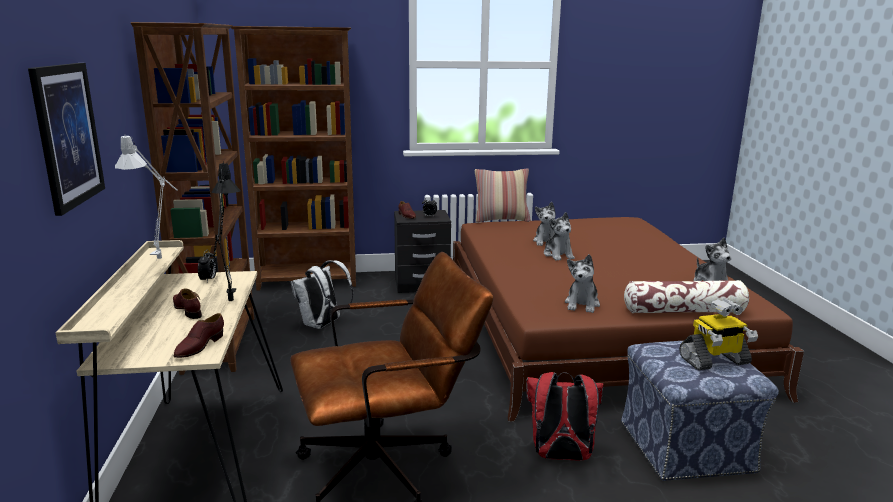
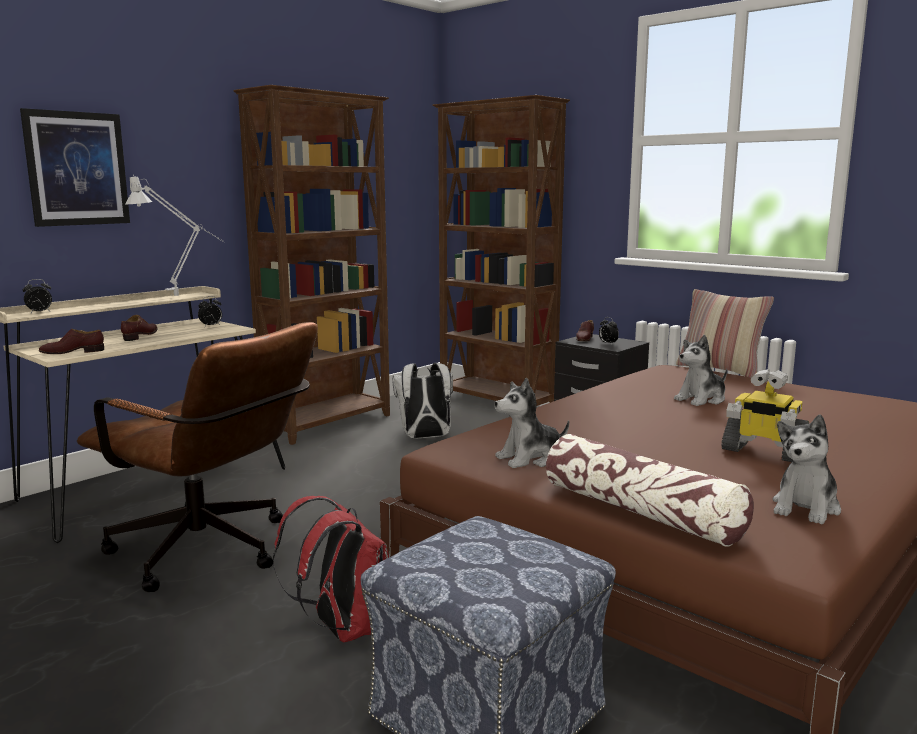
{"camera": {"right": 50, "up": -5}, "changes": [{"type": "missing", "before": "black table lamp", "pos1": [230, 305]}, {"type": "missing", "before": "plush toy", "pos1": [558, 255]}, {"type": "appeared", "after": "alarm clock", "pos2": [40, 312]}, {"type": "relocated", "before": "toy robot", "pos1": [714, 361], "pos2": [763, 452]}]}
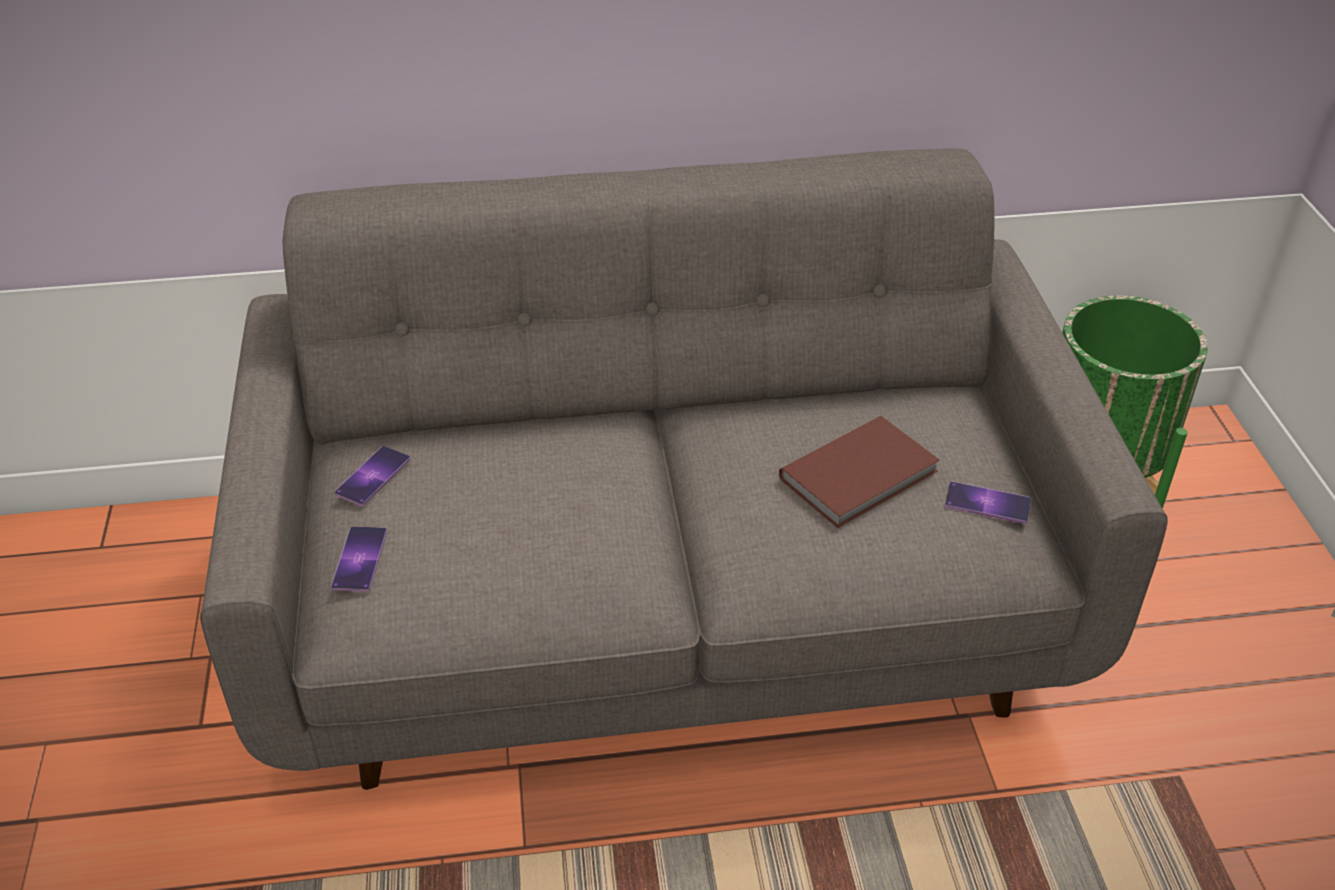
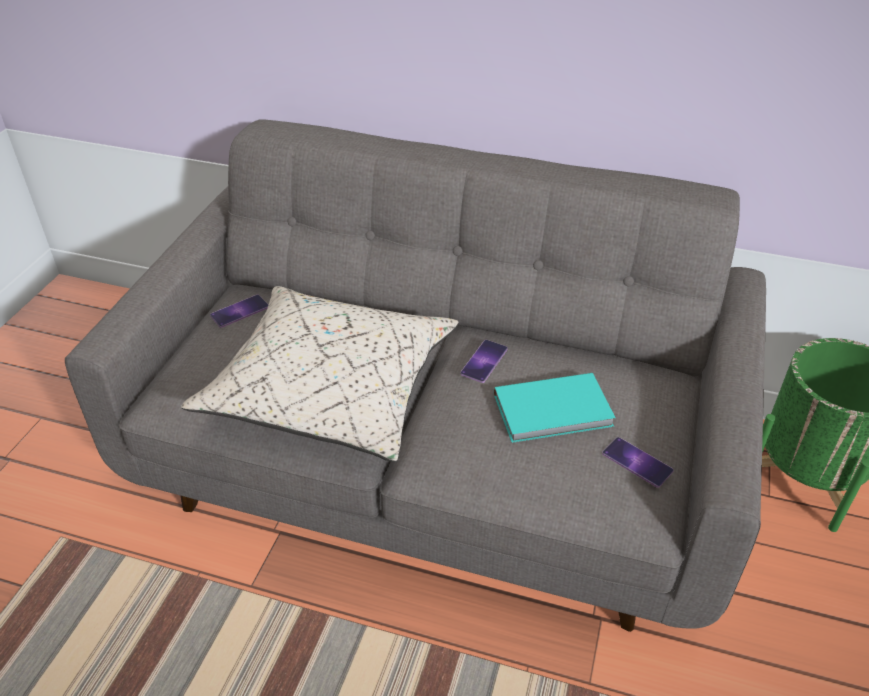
{"camera": {"right": 25, "up": 0}, "changes": [{"type": "appeared", "after": "beige pillow", "pos2": [331, 389]}, {"type": "relocated", "before": "phone", "pos1": [360, 559], "pos2": [484, 361]}, {"type": "colour", "before": "brown book", "after": "turquoise book", "pos1": [862, 476], "pos2": [554, 411]}]}
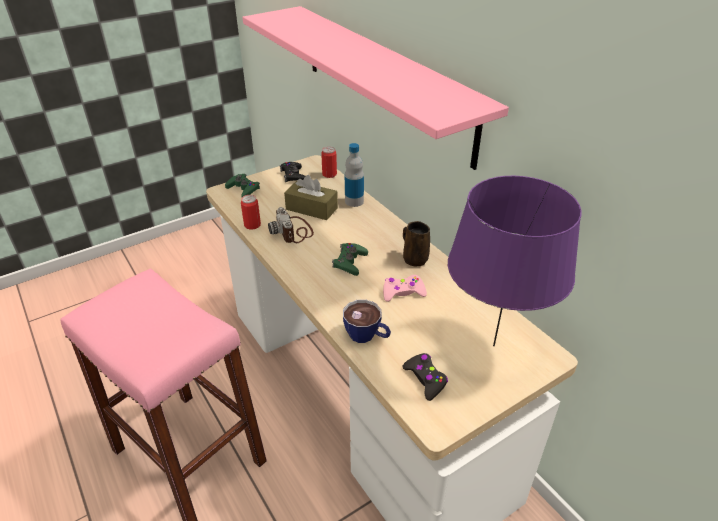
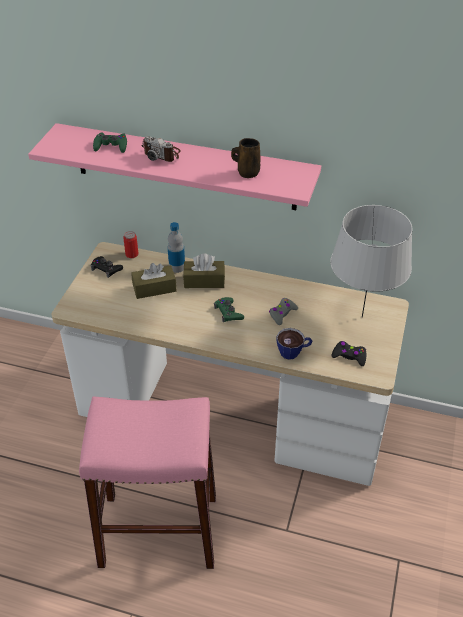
{"camera": {"right": -40, "up": 5}, "changes": [{"type": "missing", "before": "can", "pos1": [252, 225]}, {"type": "appeared", "after": "brown tissue box", "pos2": [204, 281]}, {"type": "relocated", "before": "green game controller", "pos1": [243, 189], "pos2": [111, 146]}, {"type": "relocated", "before": "photo camera", "pos1": [293, 231], "pos2": [162, 154]}, {"type": "relocated", "before": "brown mug", "pos1": [414, 258], "pos2": [247, 172]}, {"type": "colour", "before": "pink game controller", "after": "grey game controller", "pos1": [403, 292], "pos2": [282, 314]}, {"type": "colour", "before": "purple table lamp", "after": "grey table lamp", "pos1": [493, 345], "pos2": [362, 316]}]}
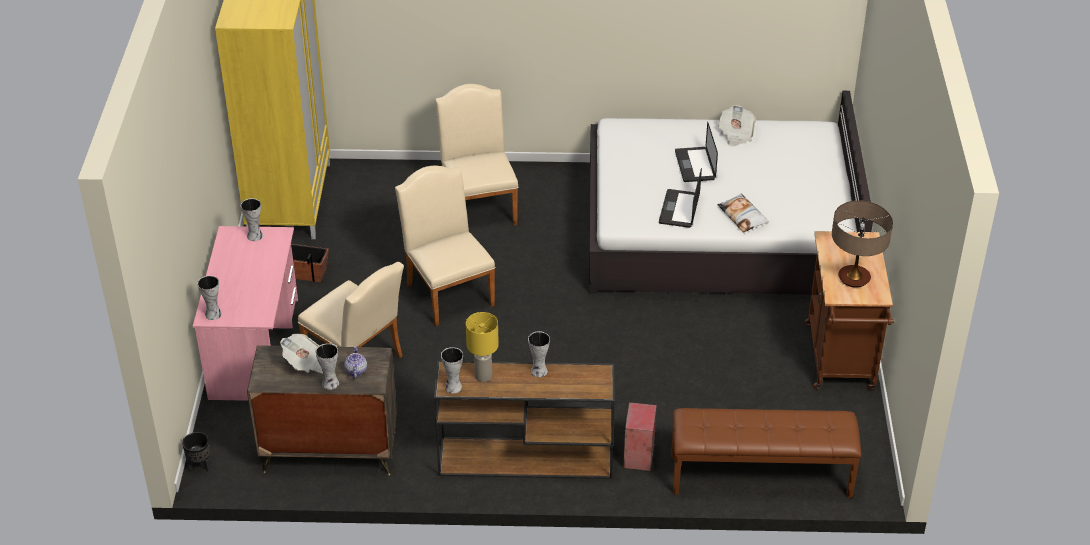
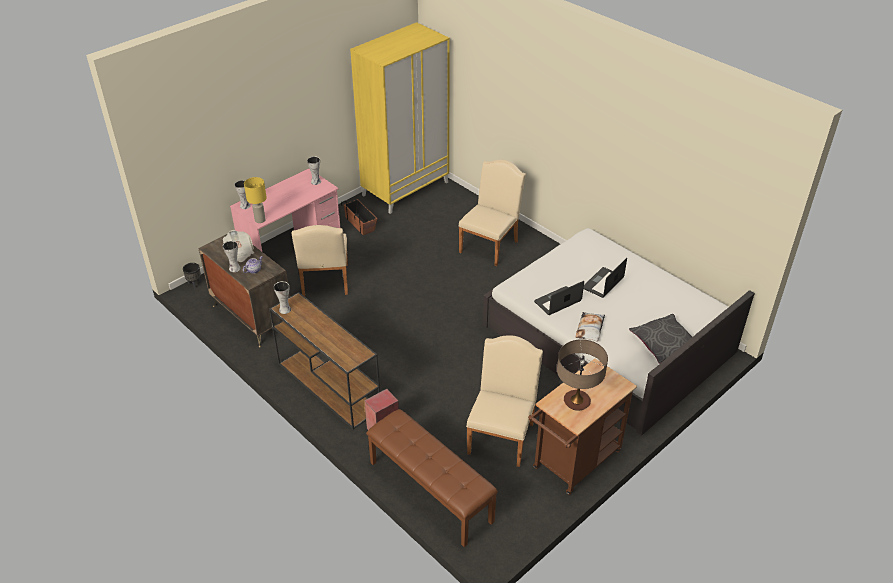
{"camera": {"right": 45, "up": 0}, "changes": [{"type": "missing", "before": "vase", "pos1": [538, 371]}, {"type": "missing", "before": "newspaper", "pos1": [736, 135]}, {"type": "appeared", "after": "grey pillow", "pos2": [664, 344]}, {"type": "relocated", "before": "beige chair", "pos1": [447, 291], "pos2": [502, 434]}, {"type": "relocated", "before": "yellow table lamp", "pos1": [483, 376], "pos2": [260, 220]}]}
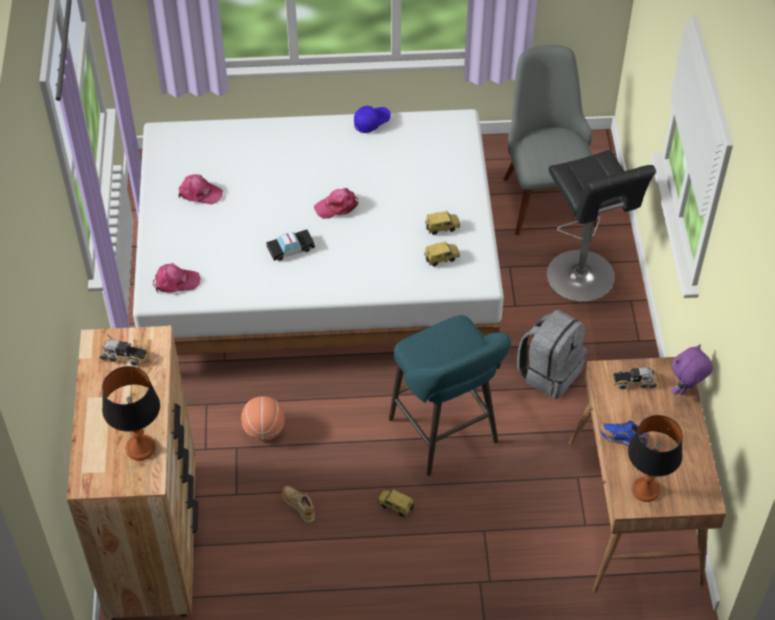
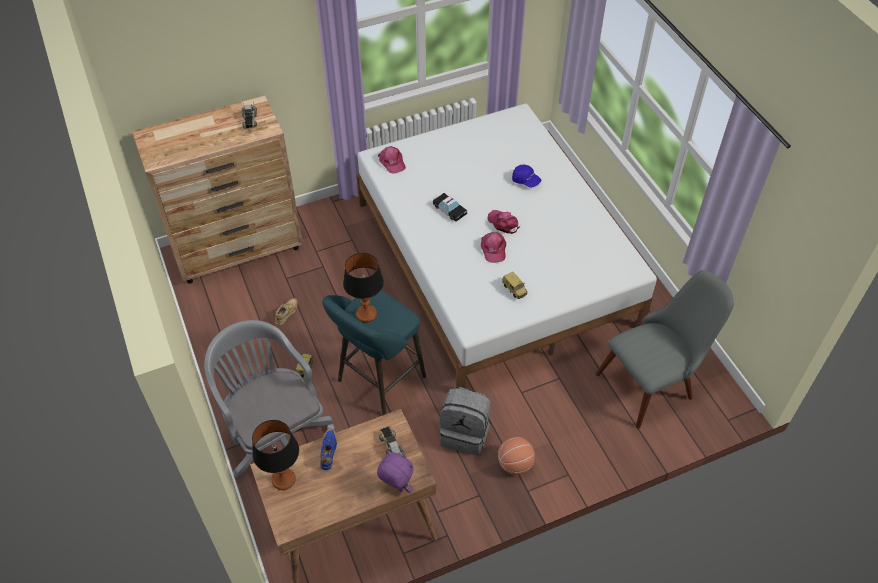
{"camera": {"right": 70, "up": 0}, "changes": [{"type": "missing", "before": "toy car", "pos1": [441, 258]}, {"type": "missing", "before": "black stool", "pos1": [583, 279]}, {"type": "appeared", "after": "grey office chair", "pos2": [275, 435]}, {"type": "relocated", "before": "table lamp", "pos1": [141, 448], "pos2": [366, 314]}, {"type": "relocated", "before": "pink cap", "pos1": [199, 193], "pos2": [493, 249]}, {"type": "relocated", "before": "basketball", "pos1": [264, 430], "pos2": [514, 464]}, {"type": "relocated", "before": "blue cap", "pos1": [371, 122], "pos2": [526, 180]}]}
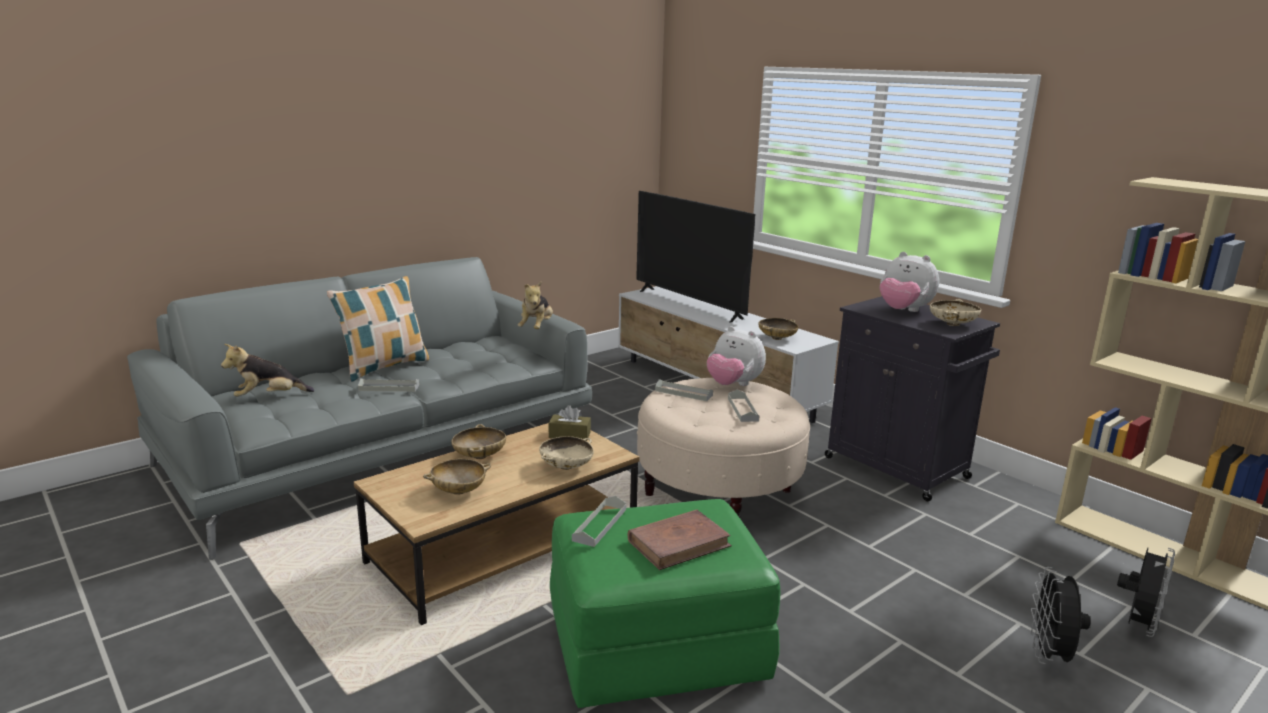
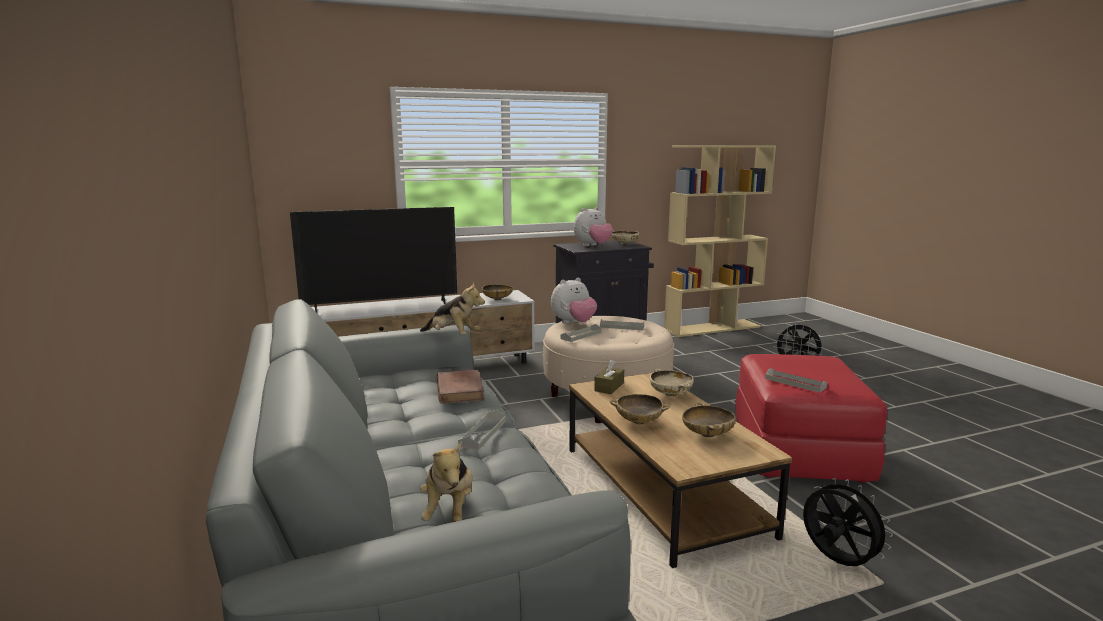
{"camera": {"right": -70, "up": -5}, "changes": [{"type": "missing", "before": "pillow", "pos1": [384, 367]}, {"type": "relocated", "before": "brown book", "pos1": [679, 543], "pos2": [460, 390]}, {"type": "relocated", "before": "black fan", "pos1": [1137, 625], "pos2": [837, 562]}, {"type": "colour", "before": "green ottoman", "after": "red ottoman", "pos1": [657, 645], "pos2": [798, 451]}]}
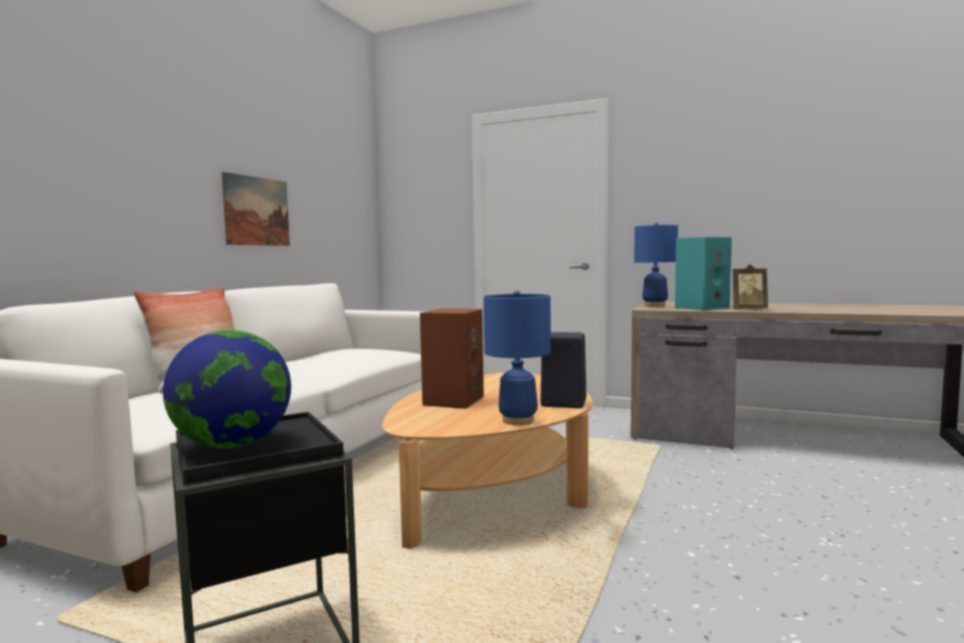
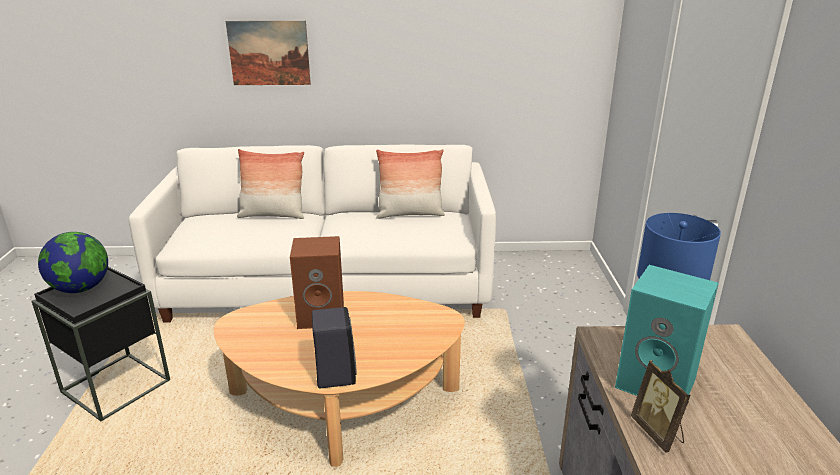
{"camera": {"right": 65, "up": 20}, "changes": [{"type": "missing", "before": "blue table lamp", "pos1": [518, 420]}, {"type": "appeared", "after": "pillow", "pos2": [410, 214]}, {"type": "relocated", "before": "picture", "pos1": [257, 211], "pos2": [269, 53]}]}
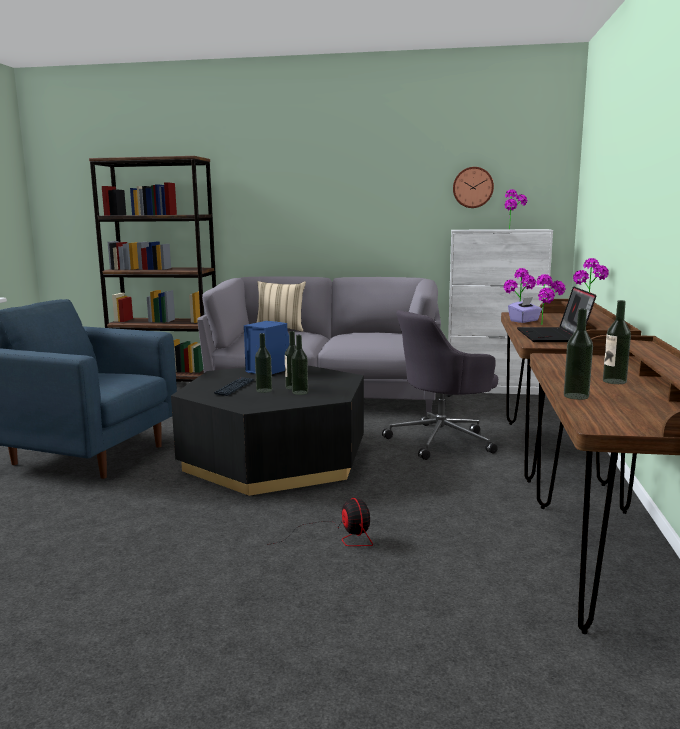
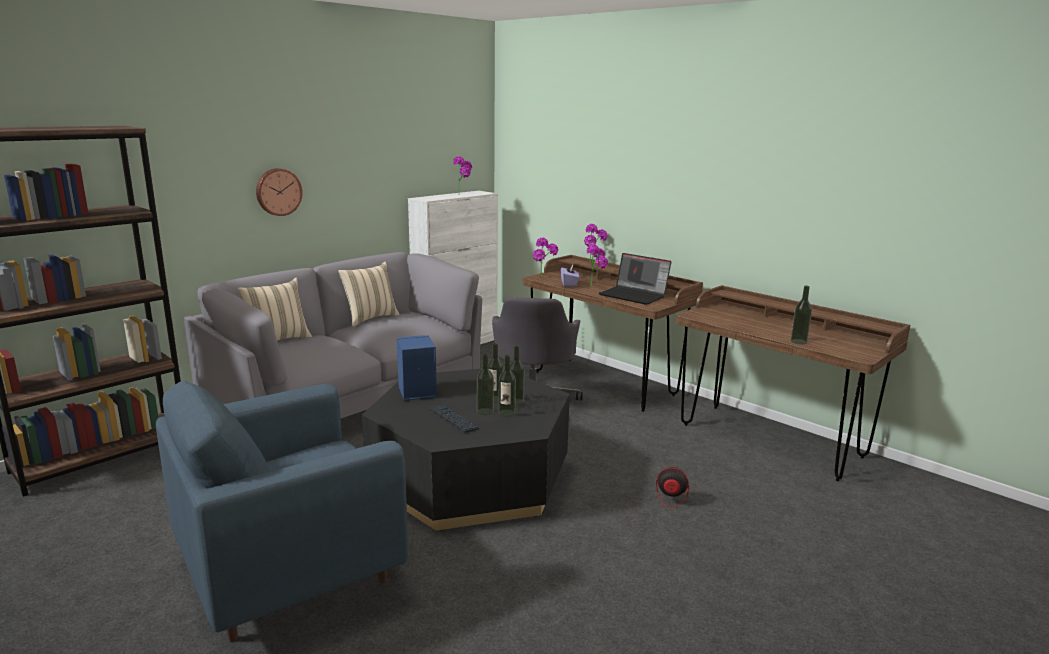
{"camera": {"right": -55, "up": 5}, "changes": [{"type": "appeared", "after": "beige pillow", "pos2": [370, 318]}, {"type": "relocated", "before": "wall clock", "pos1": [473, 187], "pos2": [278, 192]}, {"type": "relocated", "before": "bottle", "pos1": [614, 381], "pos2": [506, 413]}]}
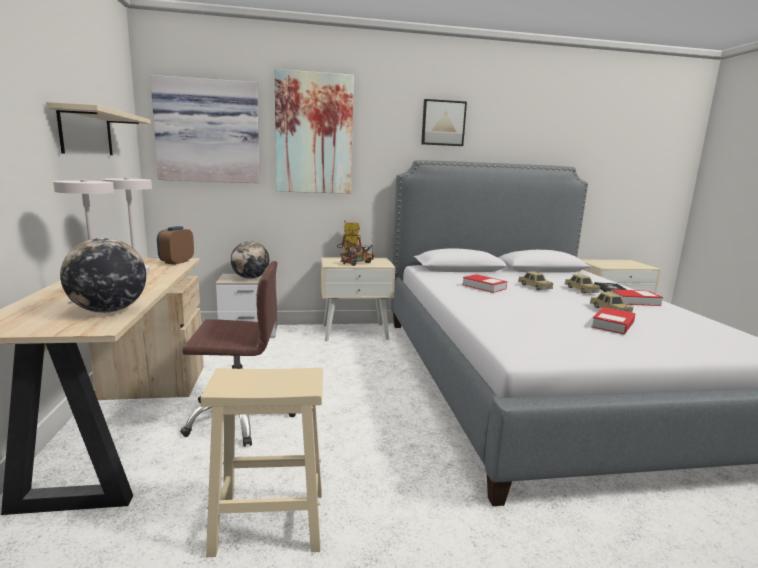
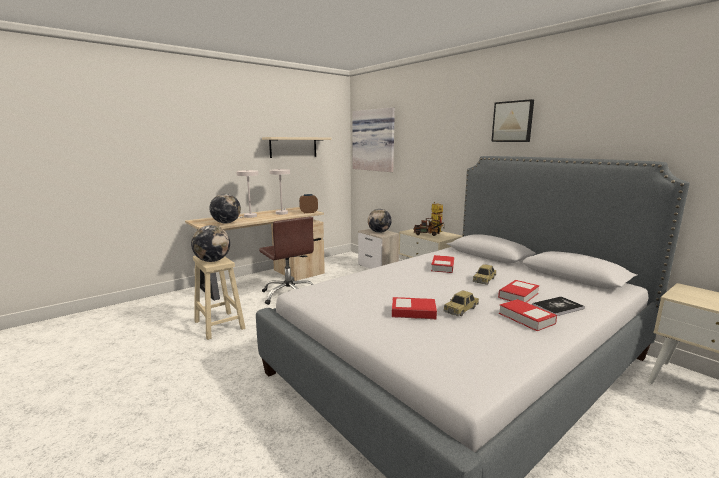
{"camera": {"right": 60, "up": 0}, "changes": [{"type": "missing", "before": "picture", "pos1": [314, 134]}, {"type": "appeared", "after": "globe", "pos2": [212, 261]}, {"type": "exchanged", "before": "toy car", "after": "book", "pos1": [581, 290], "pos2": [518, 295]}]}
